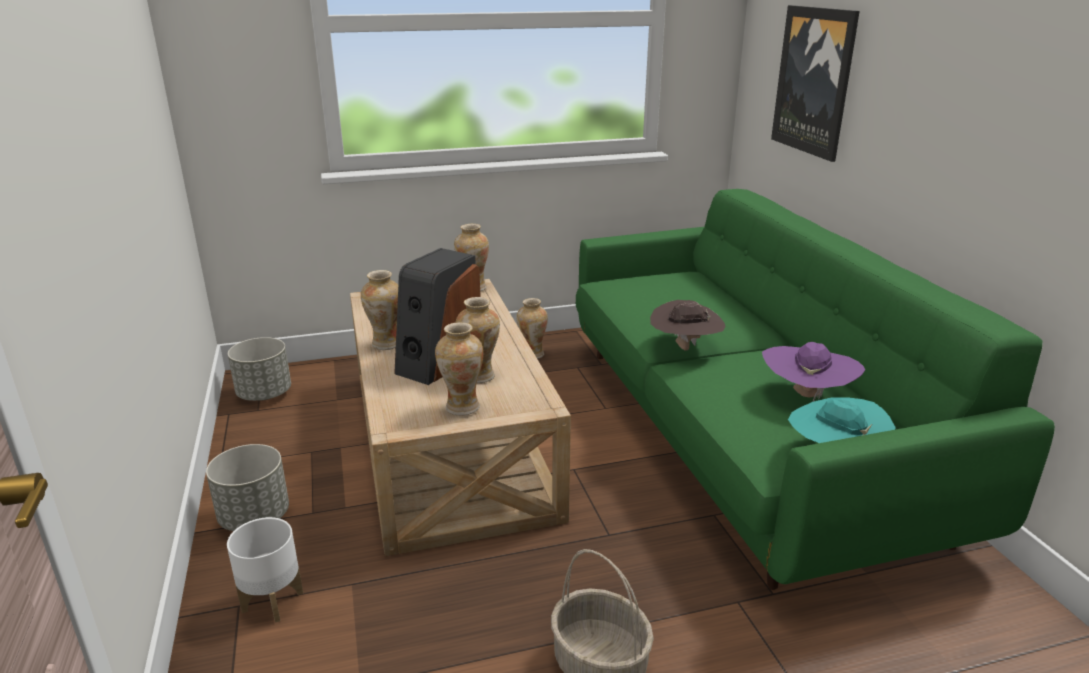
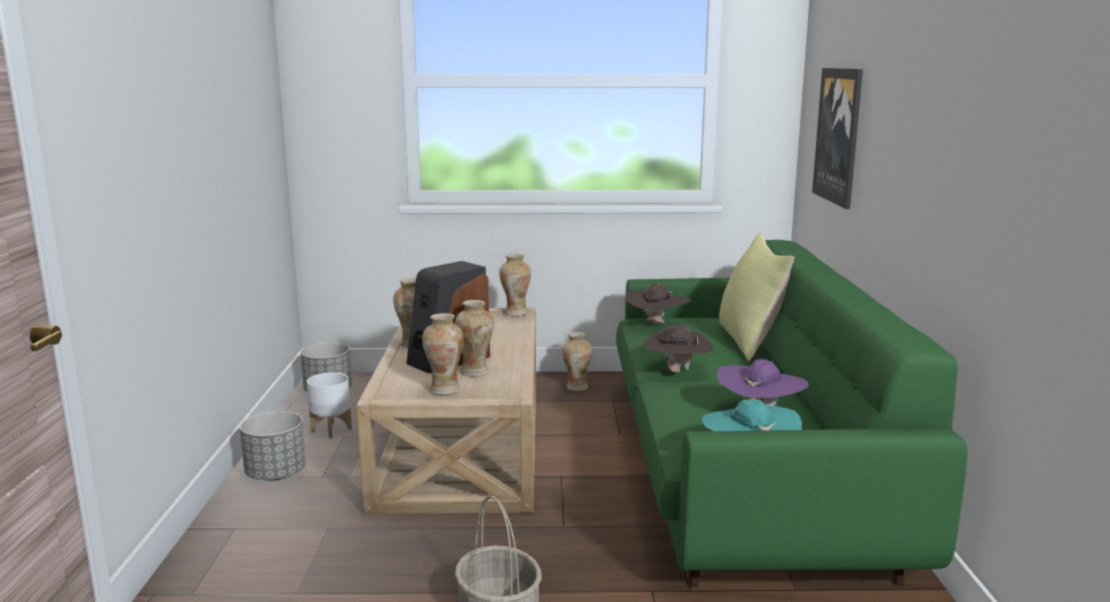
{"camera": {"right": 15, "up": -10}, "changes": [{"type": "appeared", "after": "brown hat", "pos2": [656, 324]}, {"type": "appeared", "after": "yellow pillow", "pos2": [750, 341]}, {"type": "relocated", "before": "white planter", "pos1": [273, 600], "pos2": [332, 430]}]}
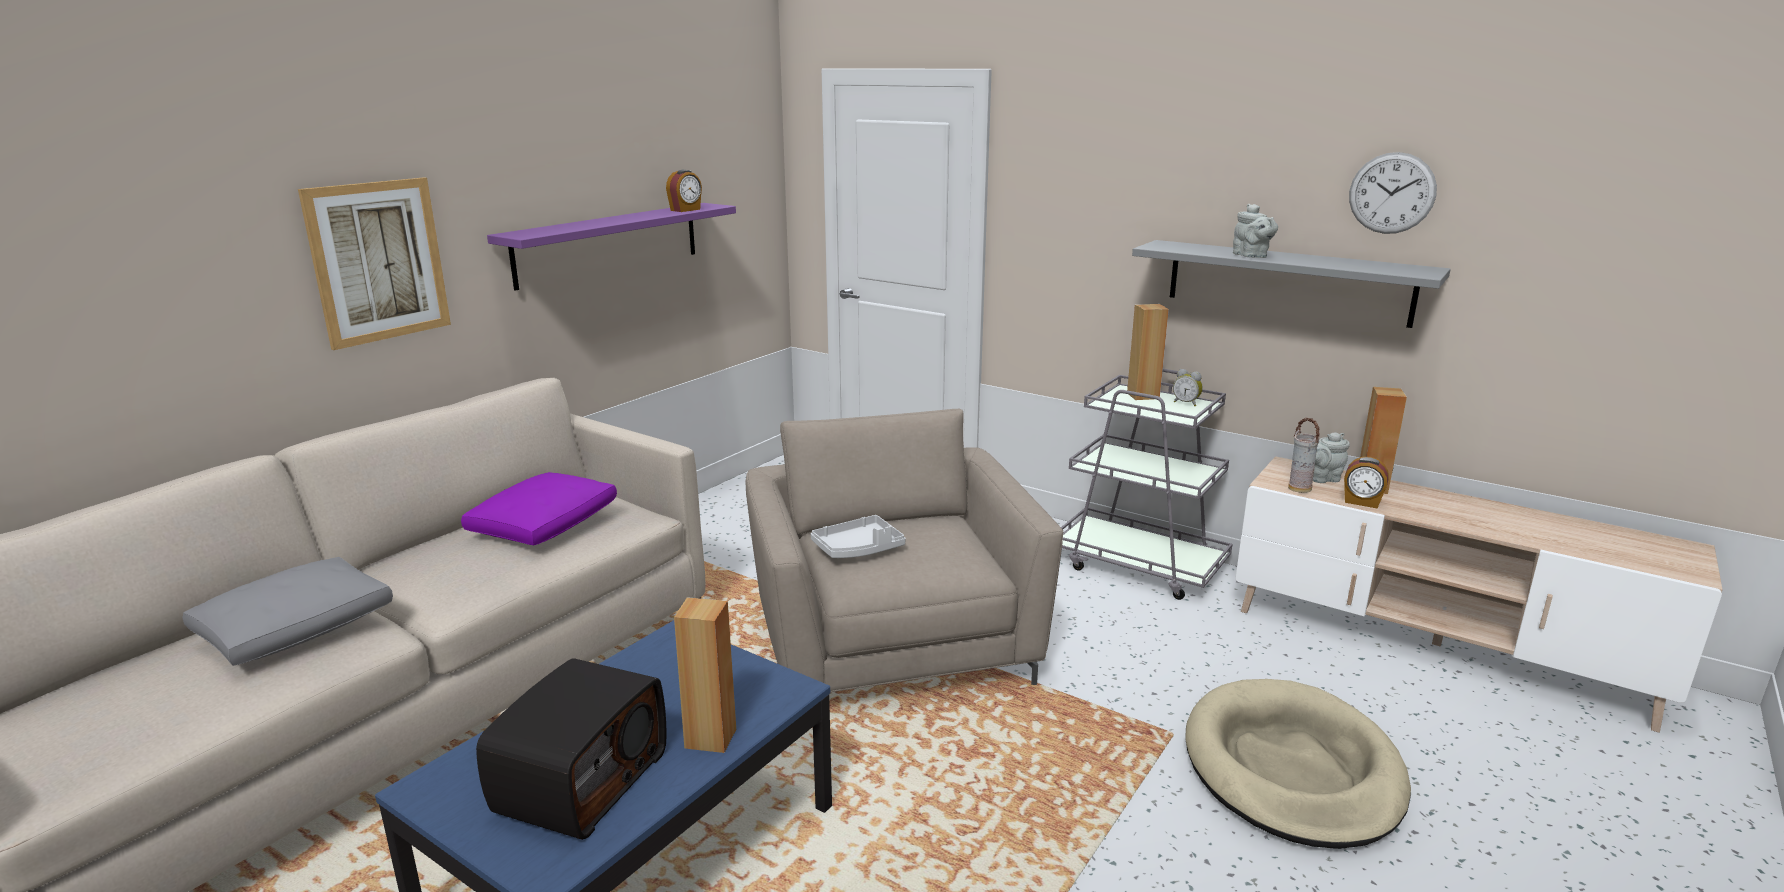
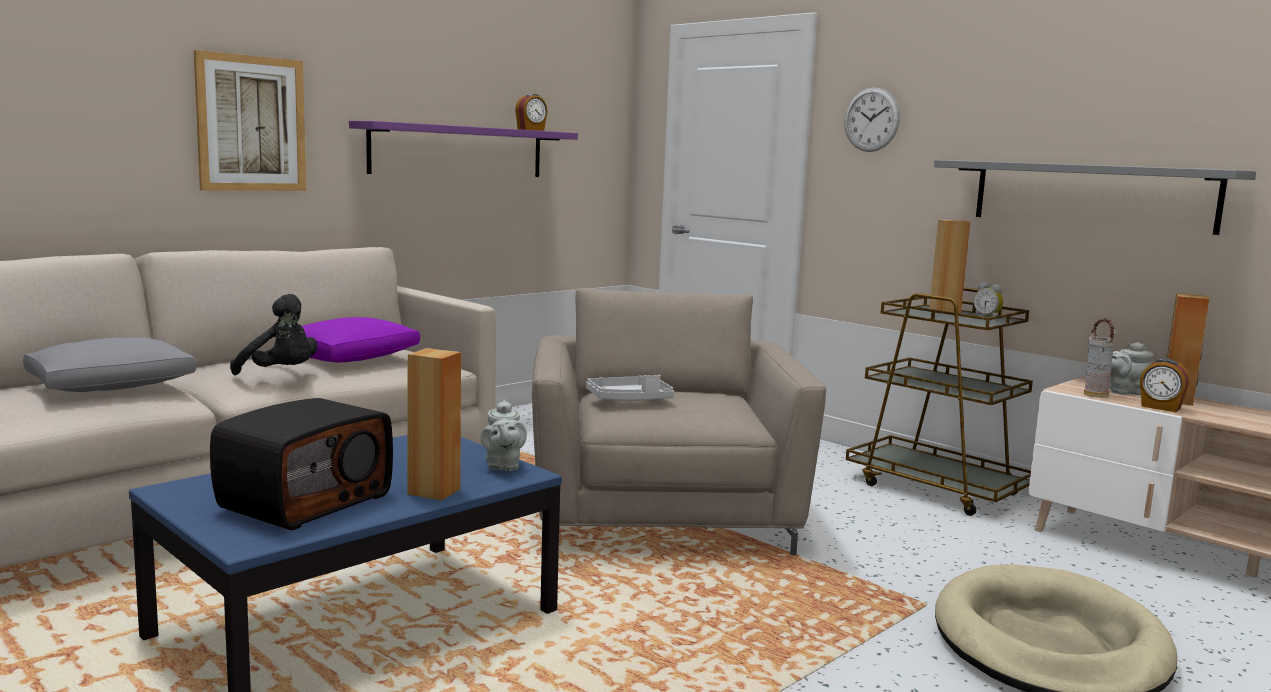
{"camera": {"right": 10, "up": -10}, "changes": [{"type": "appeared", "after": "black plush toy", "pos2": [281, 374]}, {"type": "relocated", "before": "grey teapot", "pos1": [1251, 256], "pos2": [502, 466]}, {"type": "relocated", "before": "wall clock", "pos1": [1392, 193], "pos2": [871, 119]}, {"type": "colour", "before": "grey cart", "after": "brown cart", "pos1": [1139, 565], "pos2": [936, 489]}]}
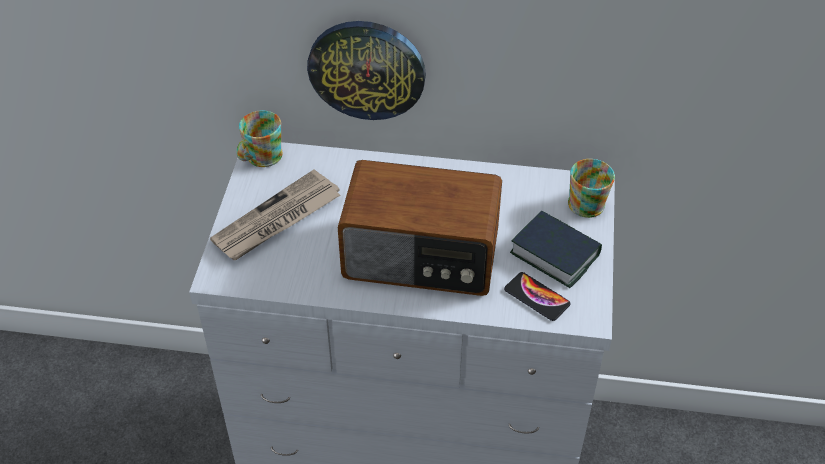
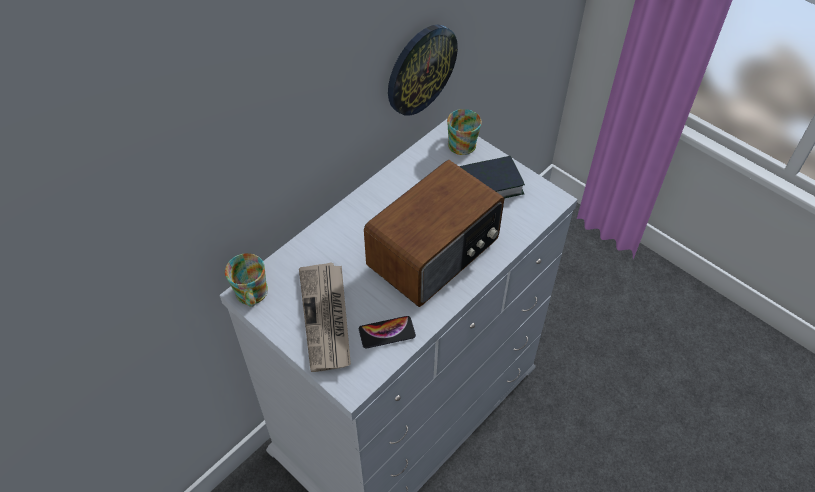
{"camera": {"right": -55, "up": 5}, "changes": [{"type": "relocated", "before": "wall clock", "pos1": [367, 69], "pos2": [420, 69]}, {"type": "relocated", "before": "phone", "pos1": [537, 297], "pos2": [387, 332]}]}
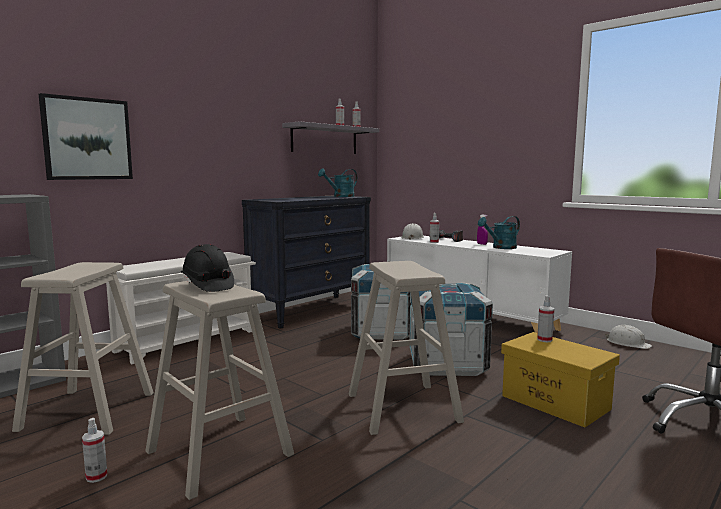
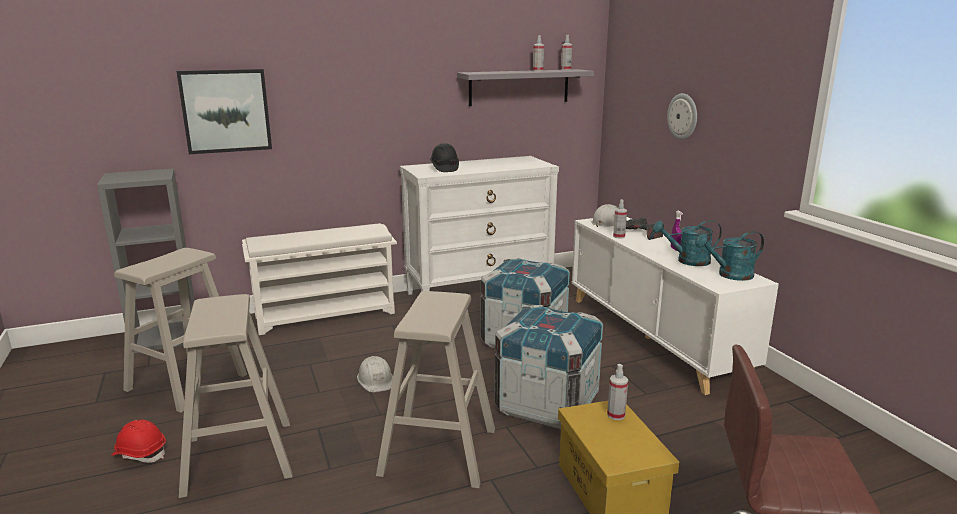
{"camera": {"right": 25, "up": 10}, "changes": [{"type": "appeared", "after": "wall clock", "pos2": [683, 116]}, {"type": "relocated", "before": "black hard hat", "pos1": [208, 286], "pos2": [444, 168]}, {"type": "relocated", "before": "turquoise watering can", "pos1": [340, 196], "pos2": [729, 275]}, {"type": "relocated", "before": "white hard hat", "pos1": [628, 343], "pos2": [376, 380]}, {"type": "exchanged", "before": "spray bottle", "after": "red hard hat", "pos1": [96, 476], "pos2": [140, 453]}, {"type": "colour", "before": "black dresser", "after": "white dresser", "pos1": [311, 310], "pos2": [479, 293]}]}
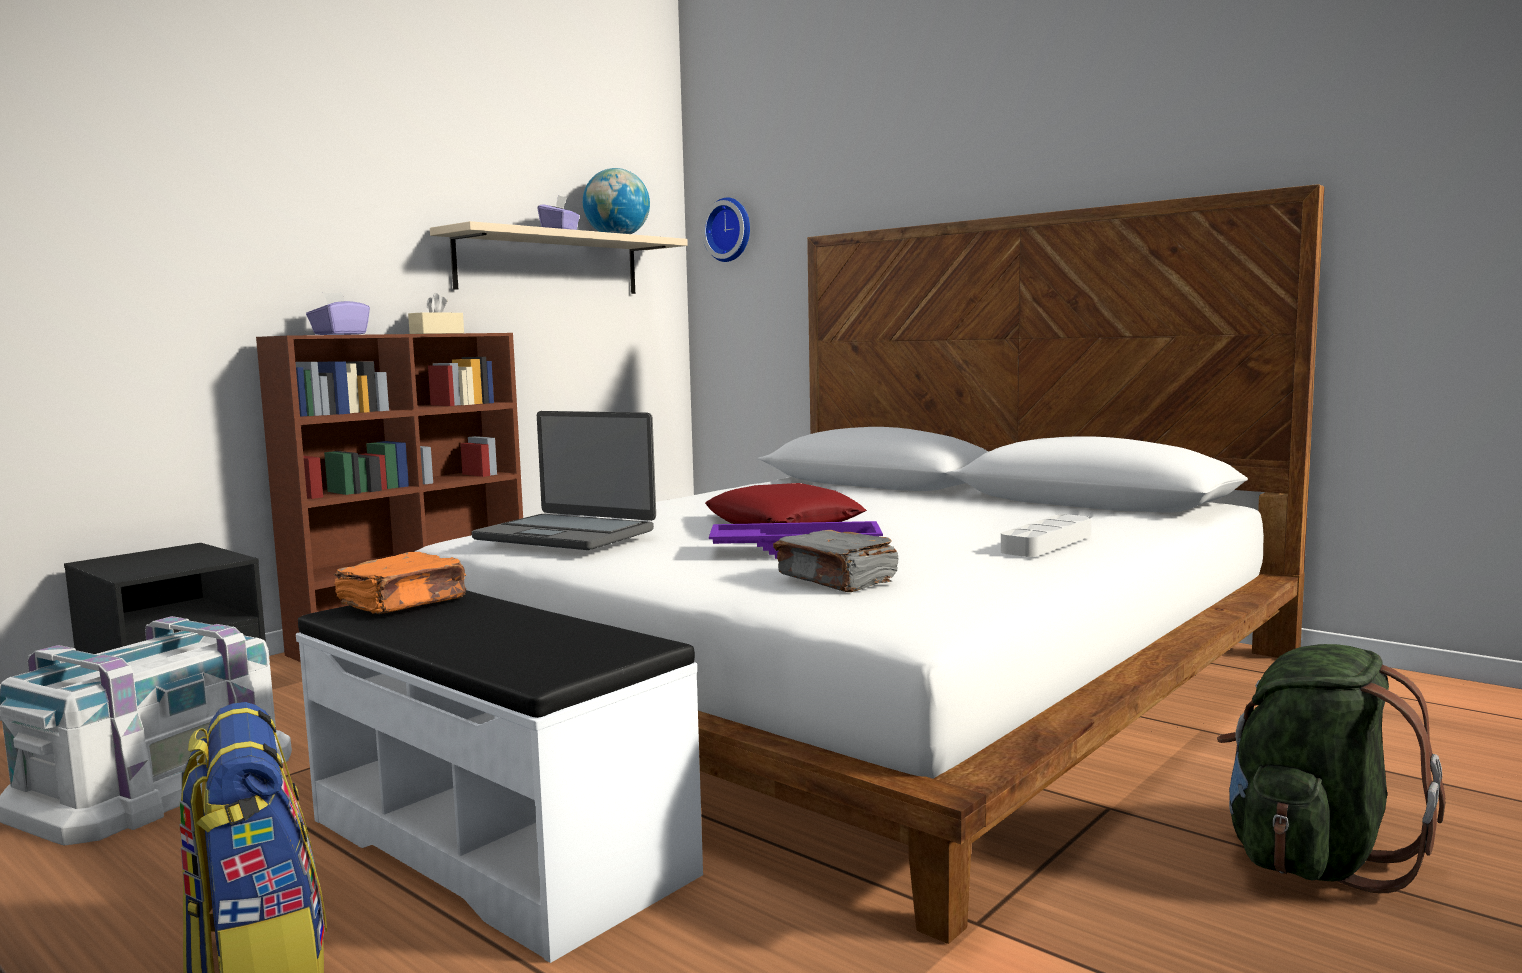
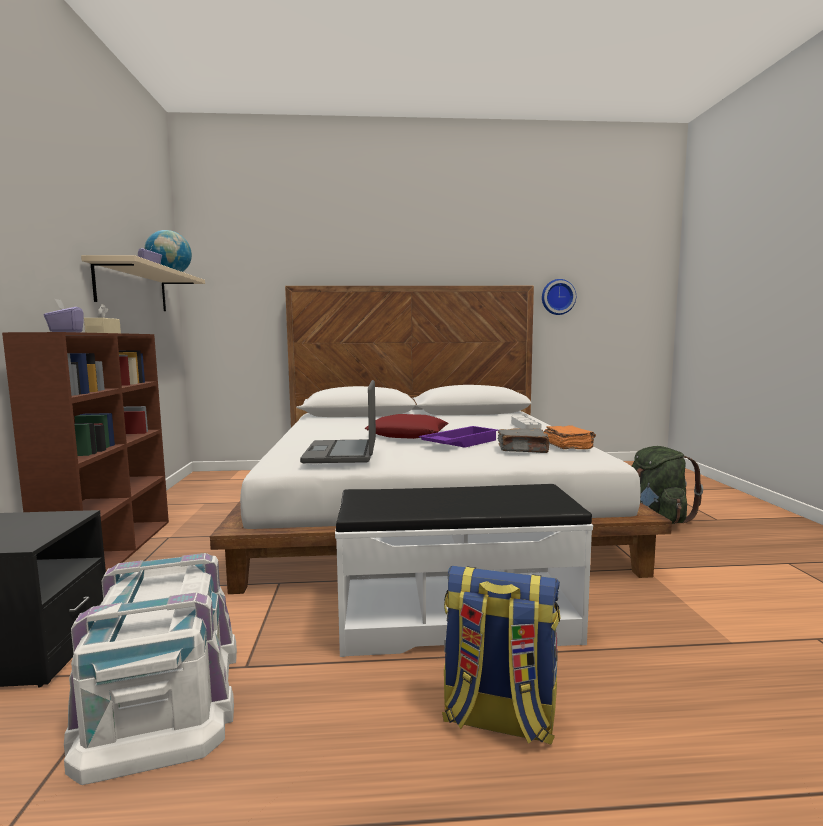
{"camera": {"right": -45, "up": 0}, "changes": [{"type": "relocated", "before": "orange book", "pos1": [404, 603], "pos2": [567, 446]}, {"type": "relocated", "before": "wall clock", "pos1": [730, 230], "pos2": [557, 297]}, {"type": "spun", "before": "laptop", "pos1": [566, 534], "pos2": [342, 453], "turn": 105}]}
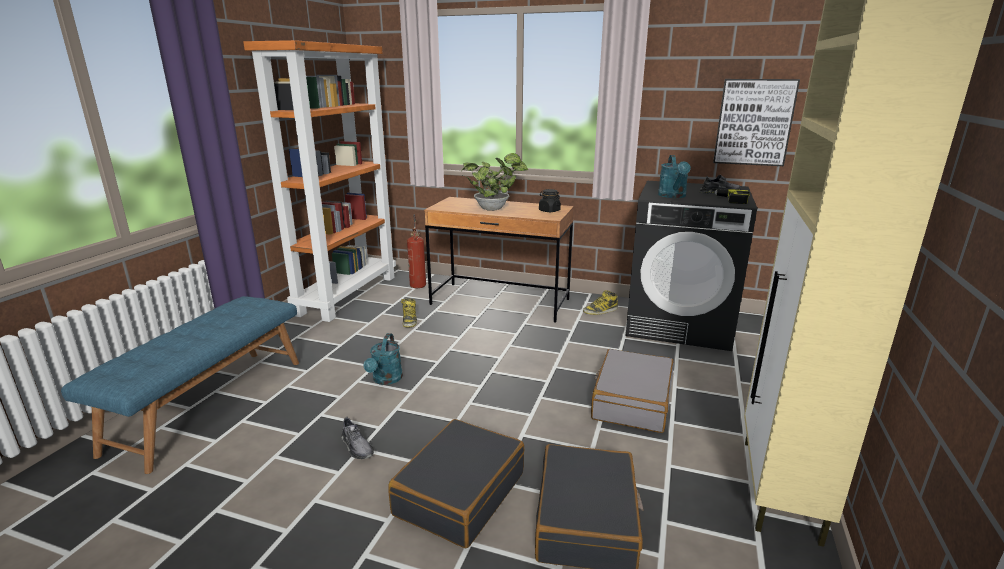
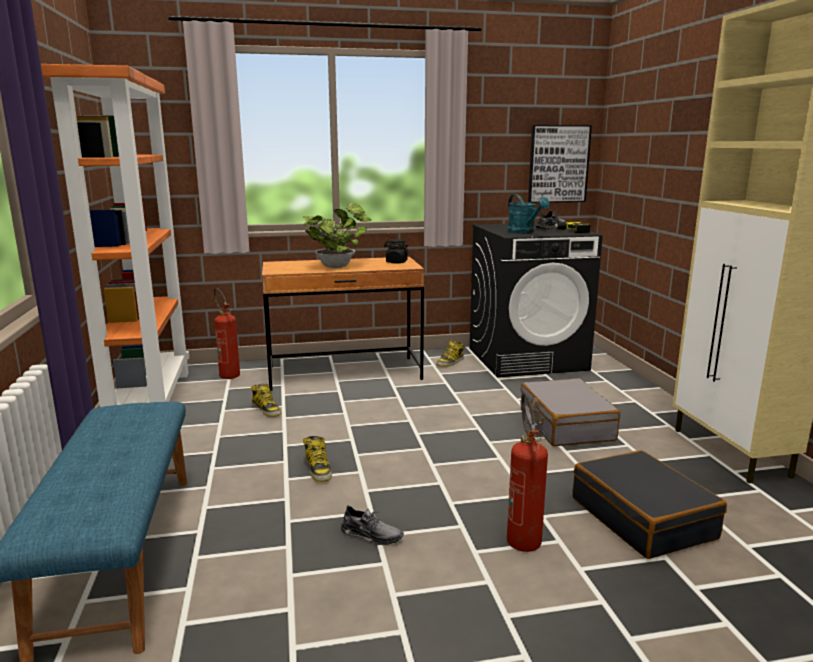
{"camera": {"right": -30, "up": -5}, "changes": [{"type": "exchanged", "before": "turquoise watering can", "after": "boot", "pos1": [386, 380], "pos2": [318, 469]}, {"type": "exchanged", "before": "black suitcase", "after": "fire extinguisher", "pos1": [459, 493], "pos2": [522, 536]}]}
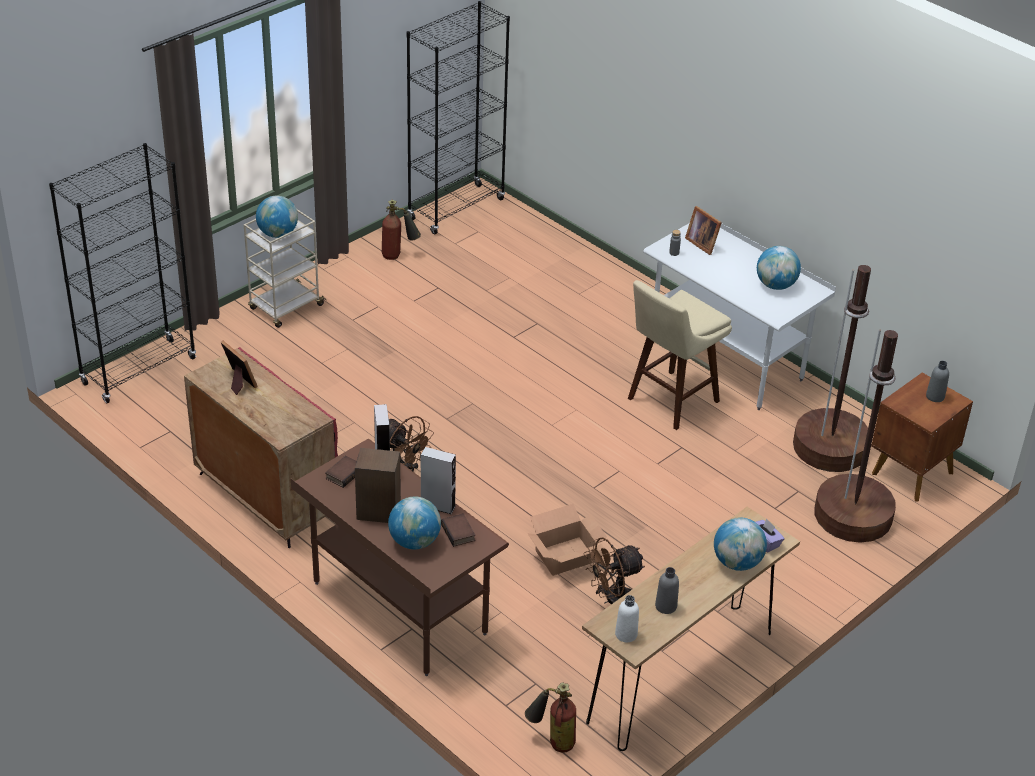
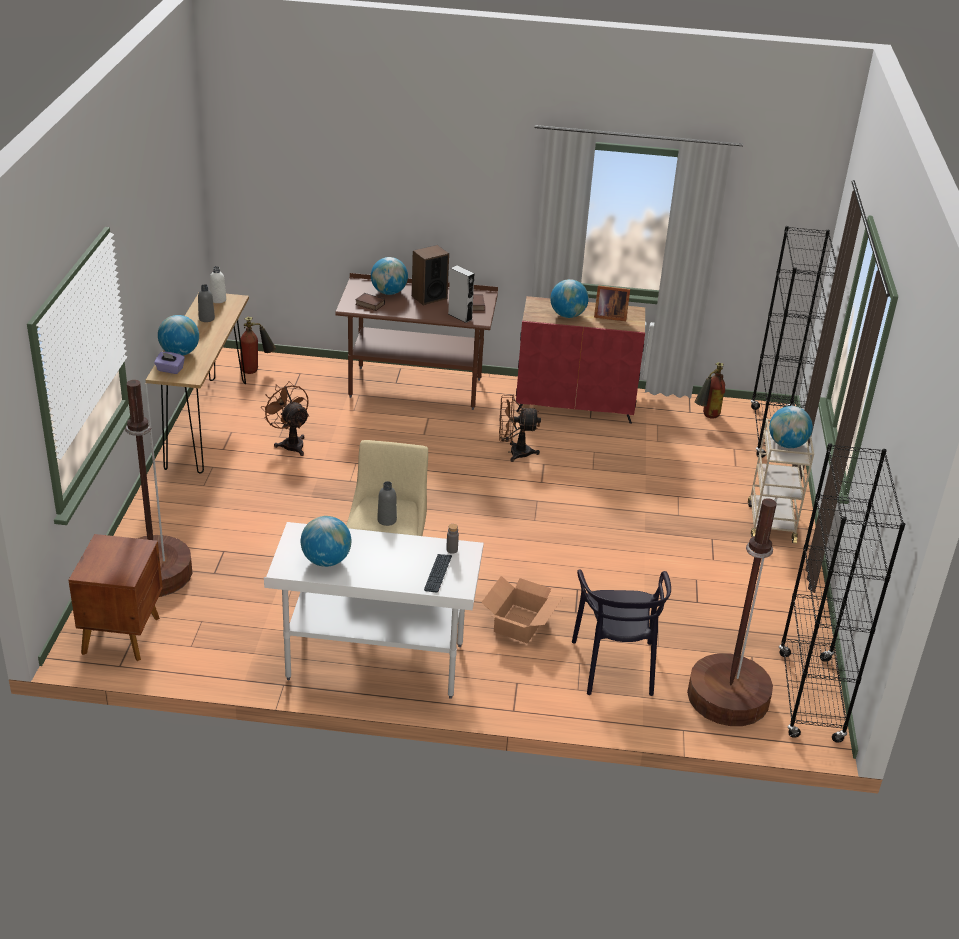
{"camera": {"right": 140, "up": -5}, "changes": [{"type": "missing", "before": "grey speaker", "pos1": [438, 506]}, {"type": "appeared", "after": "globe", "pos2": [567, 315]}, {"type": "appeared", "after": "black chair", "pos2": [615, 666]}, {"type": "relocated", "before": "fire extinguisher", "pos1": [399, 255], "pos2": [706, 417]}, {"type": "relocated", "before": "cardboard box", "pos1": [566, 556], "pos2": [519, 624]}, {"type": "relocated", "before": "brown floor lamp", "pos1": [830, 447], "pos2": [728, 698]}, {"type": "relocated", "before": "grey bottle", "pos1": [935, 396], "pos2": [387, 520]}, {"type": "exchanged", "before": "picture frame", "after": "keyboard", "pos1": [702, 243], "pos2": [438, 573]}, {"type": "spun", "before": "brown fan", "pos1": [611, 601], "pos2": [290, 443], "turn": -60}]}
